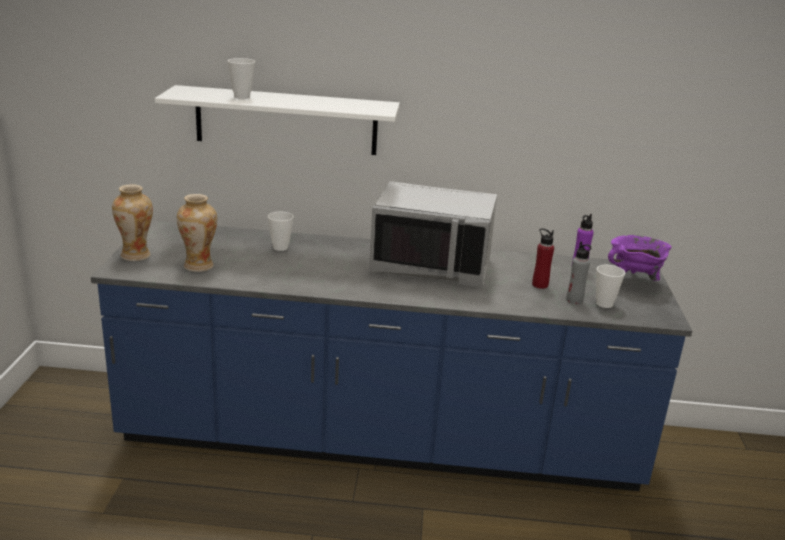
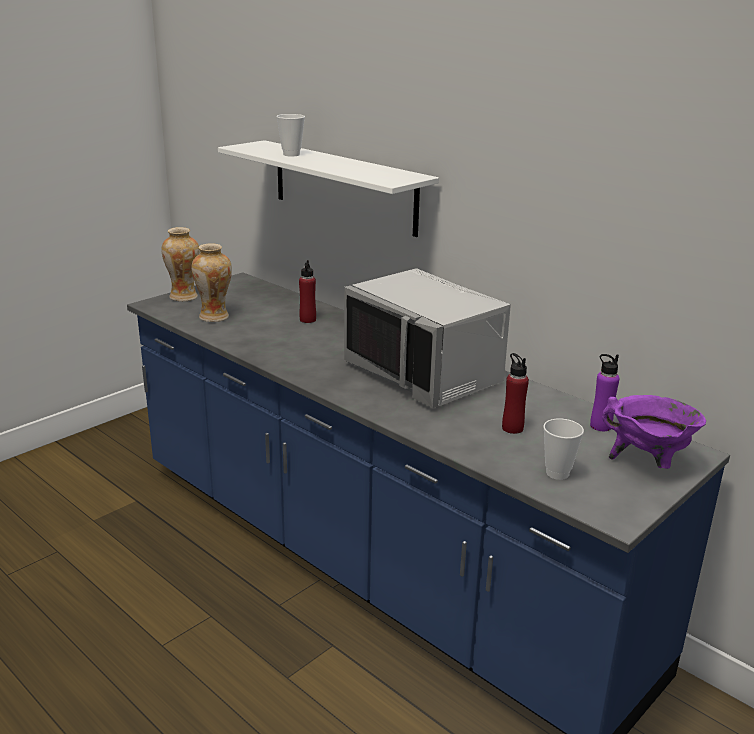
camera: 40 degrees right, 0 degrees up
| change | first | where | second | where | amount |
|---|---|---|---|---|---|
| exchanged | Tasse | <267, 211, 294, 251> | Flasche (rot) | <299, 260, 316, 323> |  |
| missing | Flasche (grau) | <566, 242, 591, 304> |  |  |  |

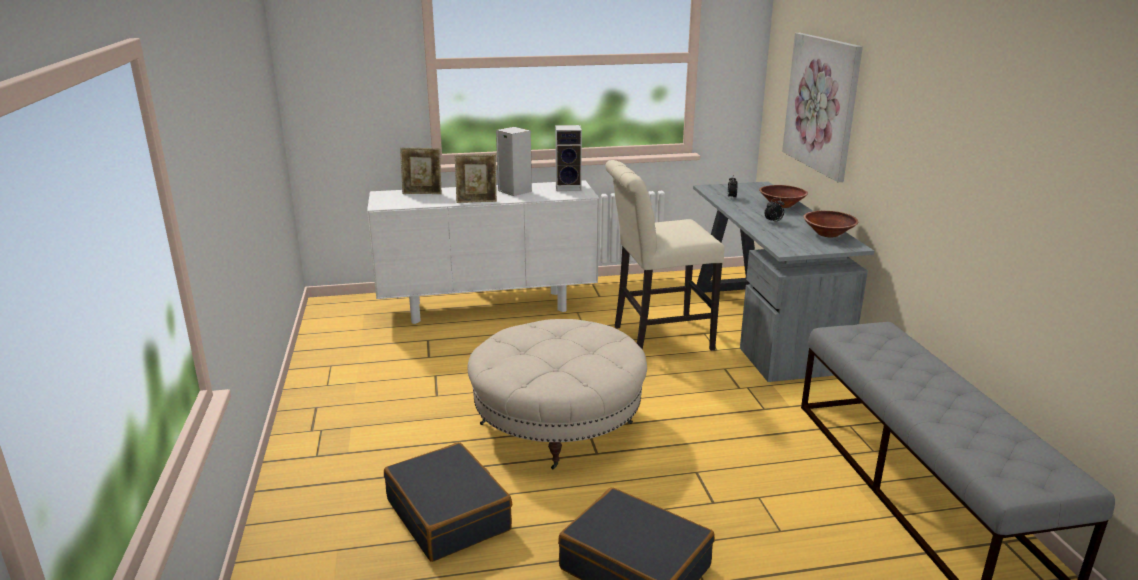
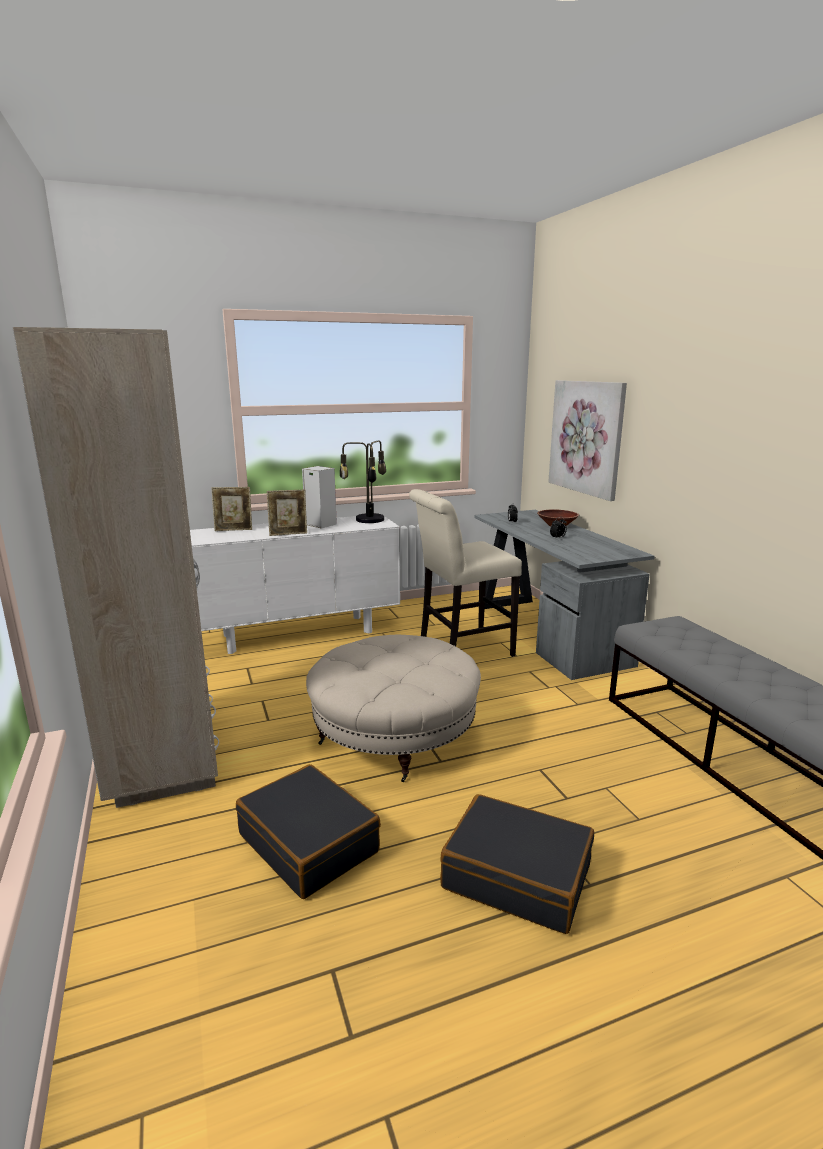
camera: 10 degrees left, 5 degrees down
| change | first | where | second | where | amount |
|---|---|---|---|---|---|
| exchanged | Lautsprecher | <555, 125, 582, 191> | Tischlampe | <340, 441, 386, 523> |  |
| missing | Schüssel (braun) | <803, 211, 858, 237> |  |  |  |
| appeared |  |  | Kleiderschrank (beige) | <12, 327, 219, 808> |  |

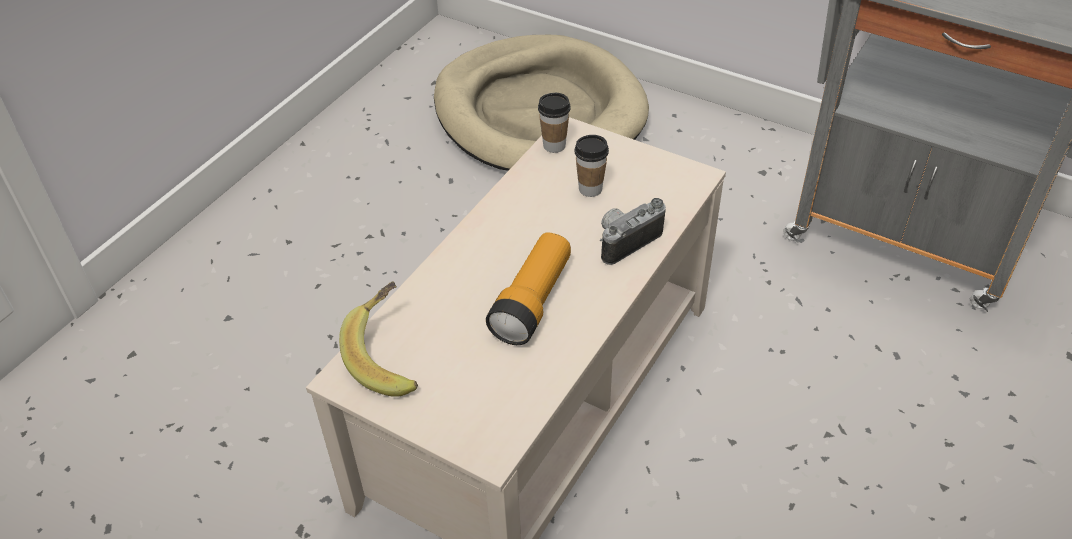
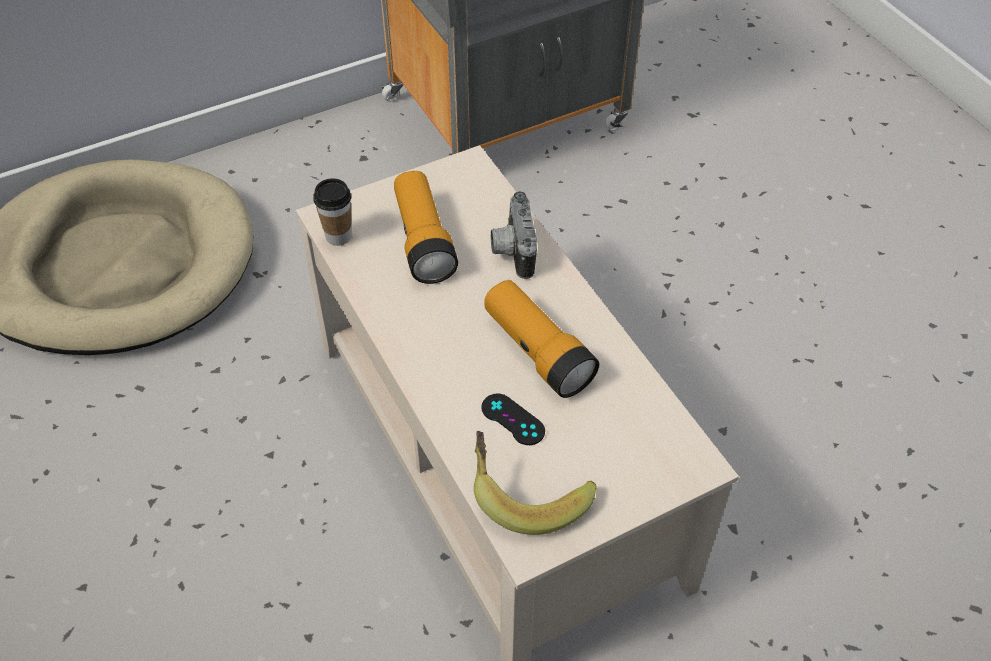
camera: 60 degrees left, 5 degrees up
| change | first | where | second | where | amount |
|---|---|---|---|---|---|
| exchanged | Tasse | <574, 135, 609, 197> | Taschenlampe | <394, 171, 458, 284> |  |
| appeared |  |  | Gamepad (schwarz) | <481, 394, 545, 445> |  |

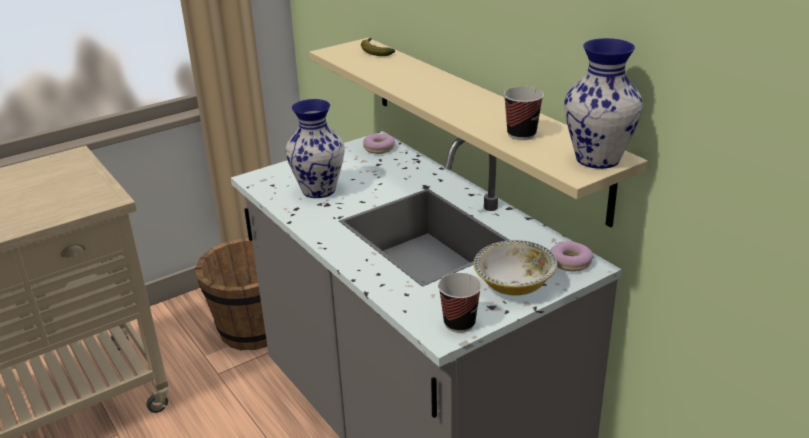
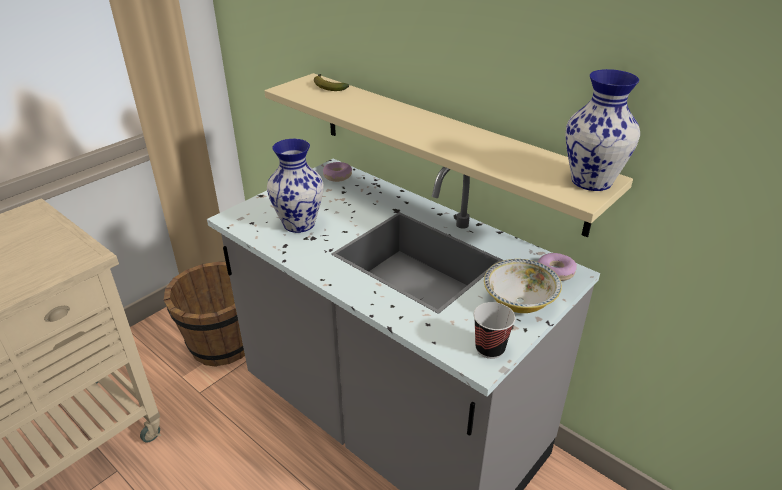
camera: 15 degrees left, 5 degrees up
| change | first | where | second | where | amount |
|---|---|---|---|---|---|
| missing | Tasse | <504, 87, 544, 140> |  |  |  |

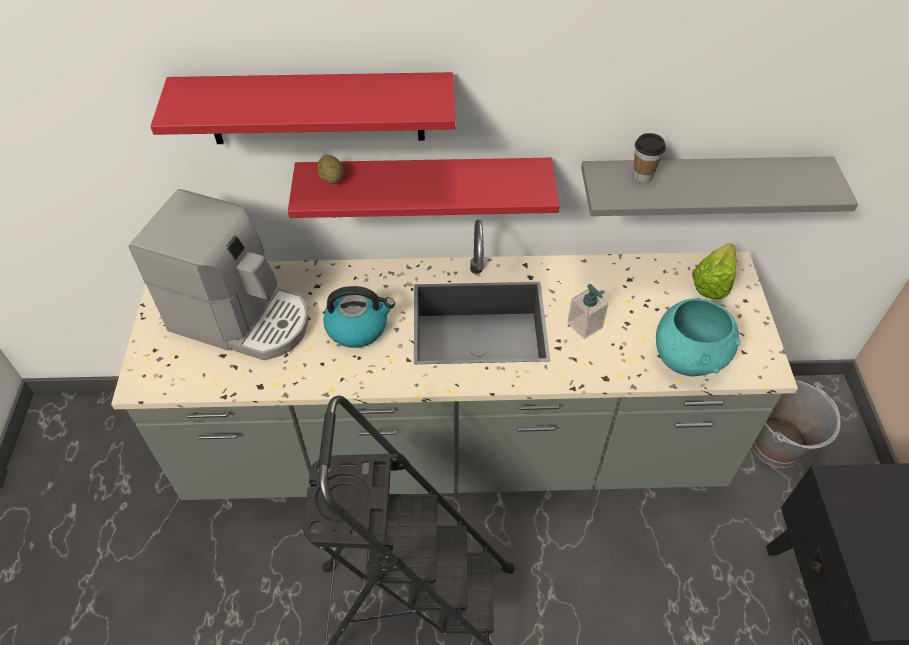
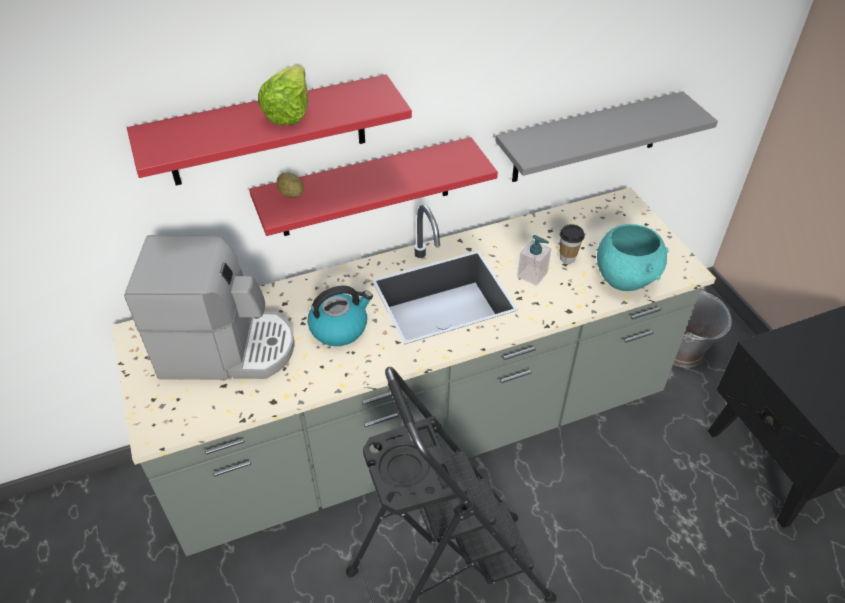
camera: 20 degrees left, 5 degrees down
| change | first | where | second | where | amount |
|---|---|---|---|---|---|
| relocated | Tasse | <633, 133, 666, 183> |  | <560, 224, 585, 264> |  |
| relocated | Salatkopf | <692, 243, 736, 299> |  | <258, 65, 308, 125> |  |

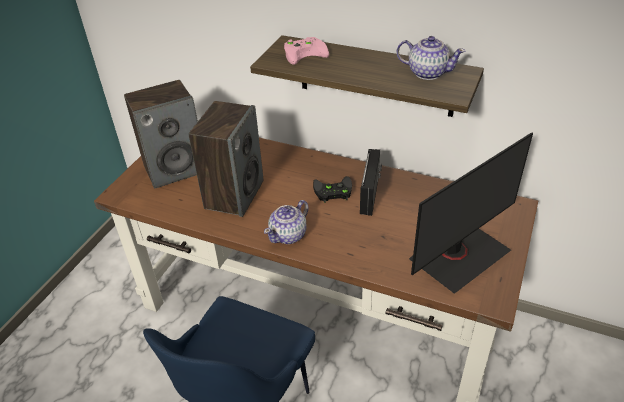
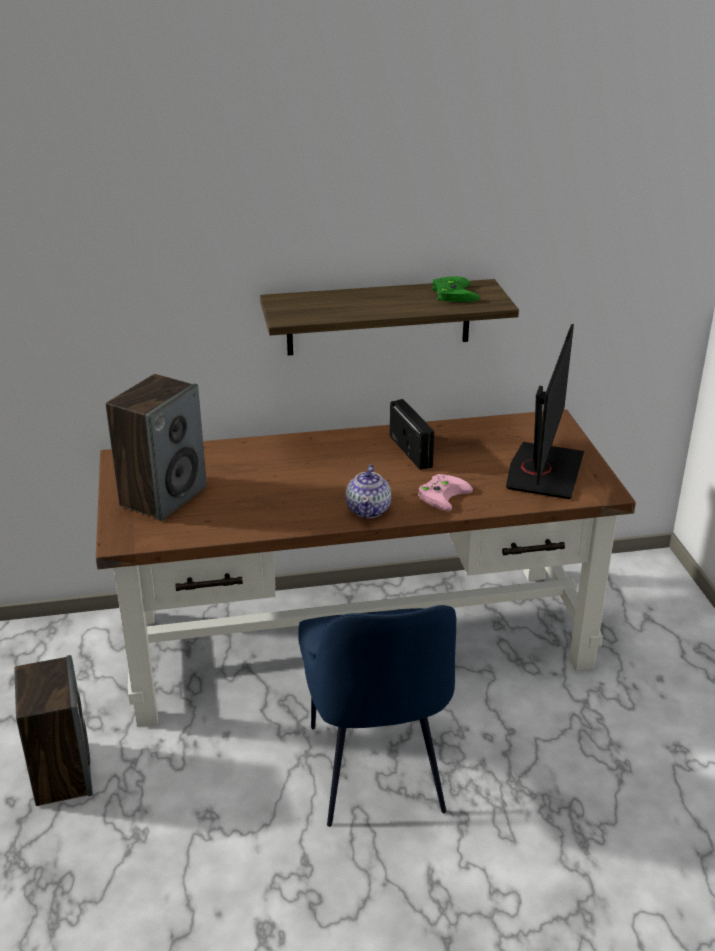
camera: 35 degrees left, 10 degrees down
| change | first | where | second | where | amount |
|---|---|---|---|---|---|
| exchanged | Teekanne | <397, 36, 466, 80> | Gamepad (grün) | <432, 276, 480, 302> |  |
| relocated | Gamepad (rosa) | <284, 37, 329, 65> |  | <418, 474, 473, 511> |  |
| relocated | Lautsprecher | <188, 101, 264, 217> |  | <15, 655, 93, 806> |  |
| missing | Gamepad (schwarz) | <313, 176, 352, 203> |  |  |  |

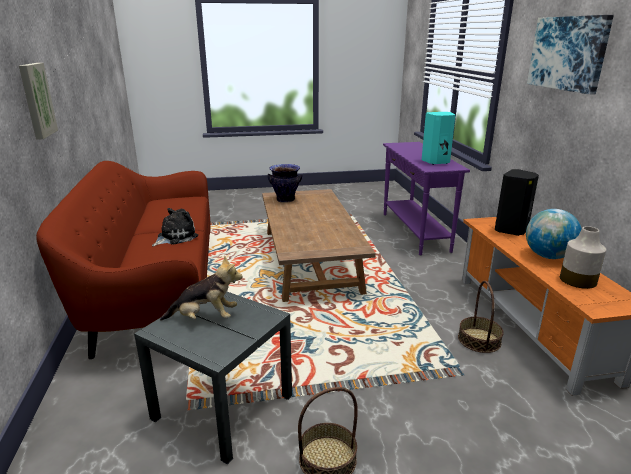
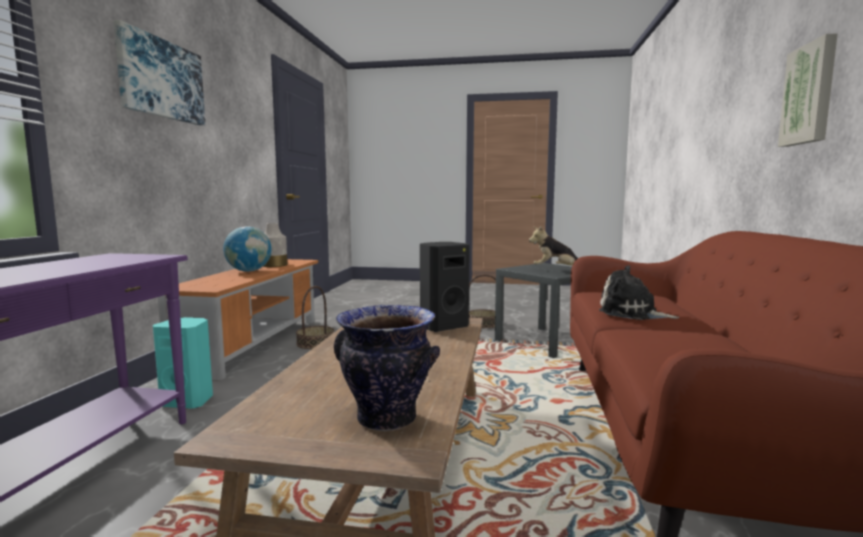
camera: 160 degrees left, 15 degrees down
| change | first | where | second | where | amount |
|---|---|---|---|---|---|
| relocated | Lautsprecher (türkis) | <422, 112, 456, 165> |  | <153, 317, 213, 409> |  |
| relocated | Lautsprecher (schwarz) | <495, 169, 539, 236> |  | <420, 242, 470, 332> |  |
| spun | Plüschtier | <152, 208, 198, 246> |  | <599, 265, 679, 320> | 60 degrees clockwise |

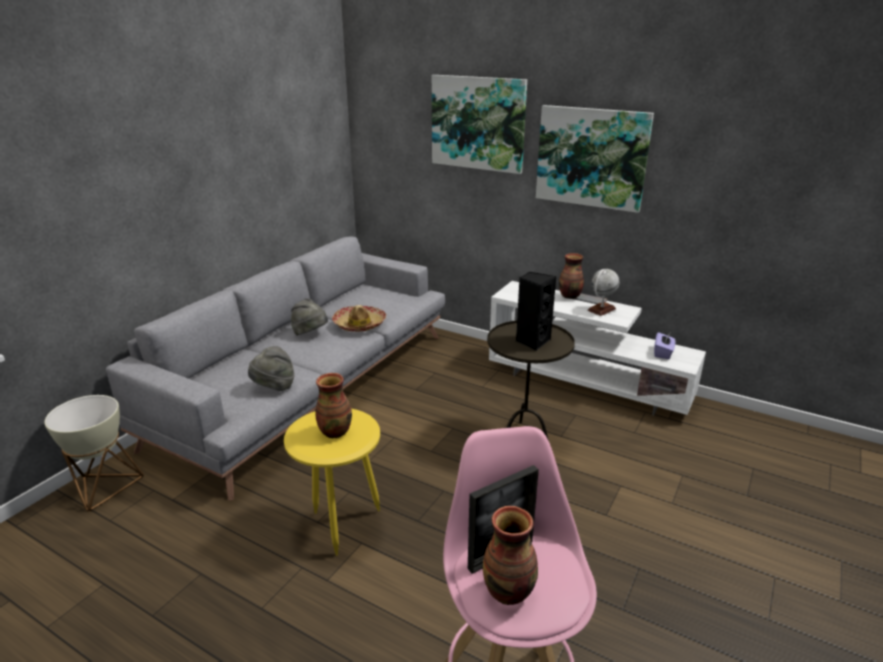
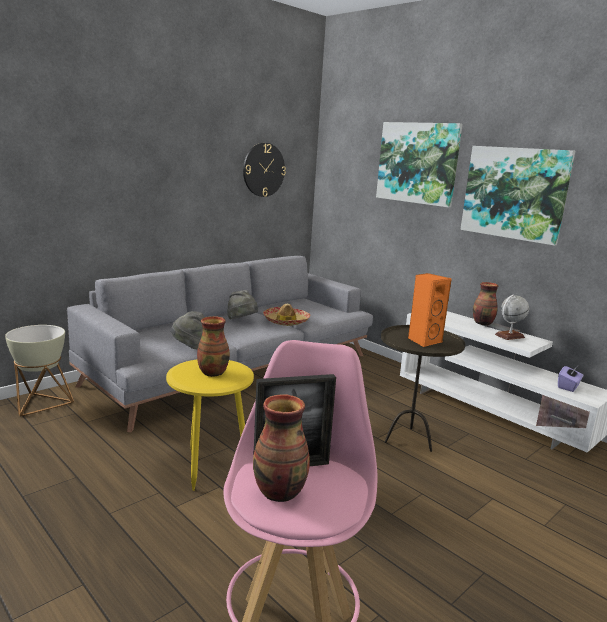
camera: 15 degrees right, 10 degrees down
| change | first | where | second | where | amount |
|---|---|---|---|---|---|
| colour | Lautsprecher (schwarz) | <516, 272, 556, 351> | Lautsprecher (orange) | <408, 273, 452, 347> |  |
| appeared |  |  | Wanduhr | <243, 143, 286, 197> |  |

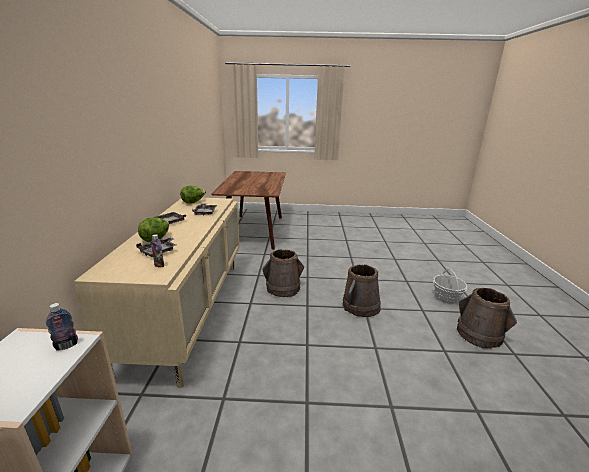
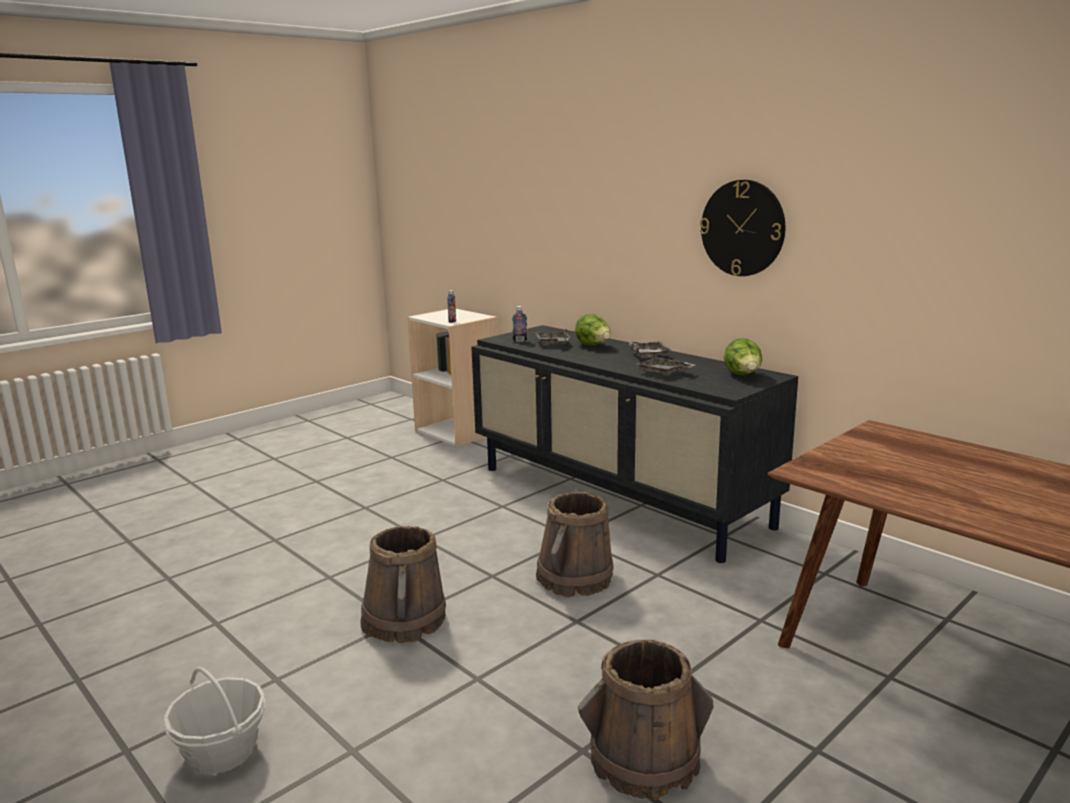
camera: 135 degrees right, 5 degrees down
| change | first | where | second | where | amount |
|---|---|---|---|---|---|
| colour | Schrank (beige) | <74, 198, 240, 388> | Schrank (schwarz) | <471, 325, 798, 563> |  |
| relocated | Eimer (braun) | <457, 288, 517, 349> |  | <578, 639, 714, 800> |  |
| appeared |  |  | Wanduhr | <700, 180, 785, 276> |  |

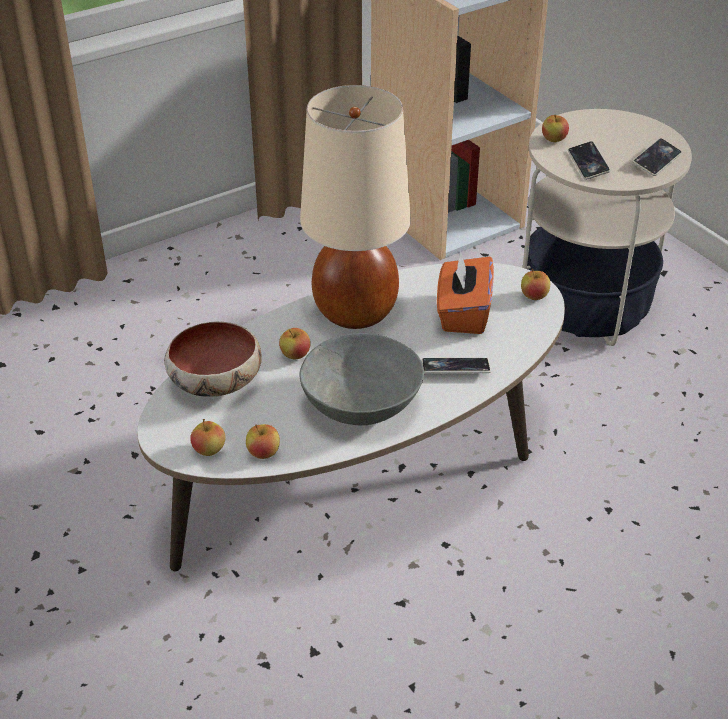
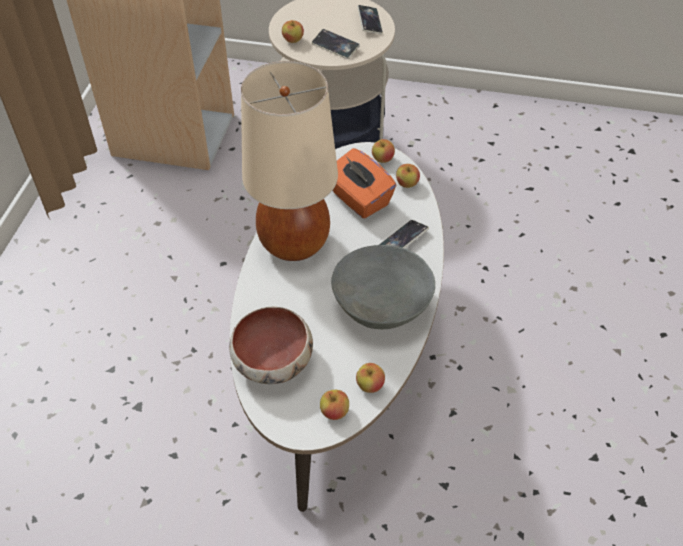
camera: 45 degrees left, 10 degrees up
| change | first | where | second | where | amount |
|---|---|---|---|---|---|
| relocated | Apfel | <279, 328, 311, 359> |  | <396, 164, 420, 188> |  |

